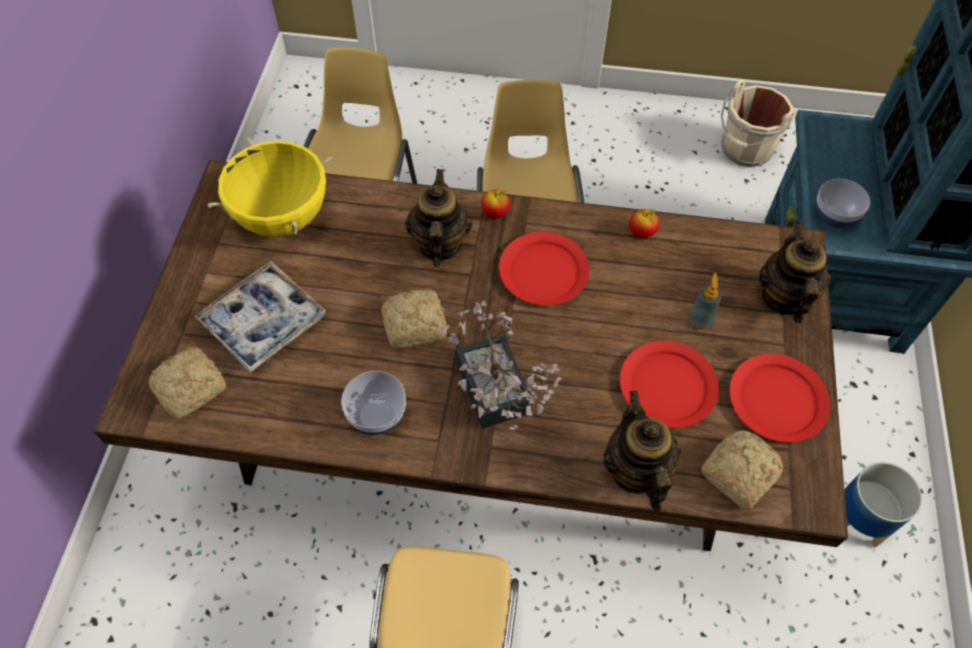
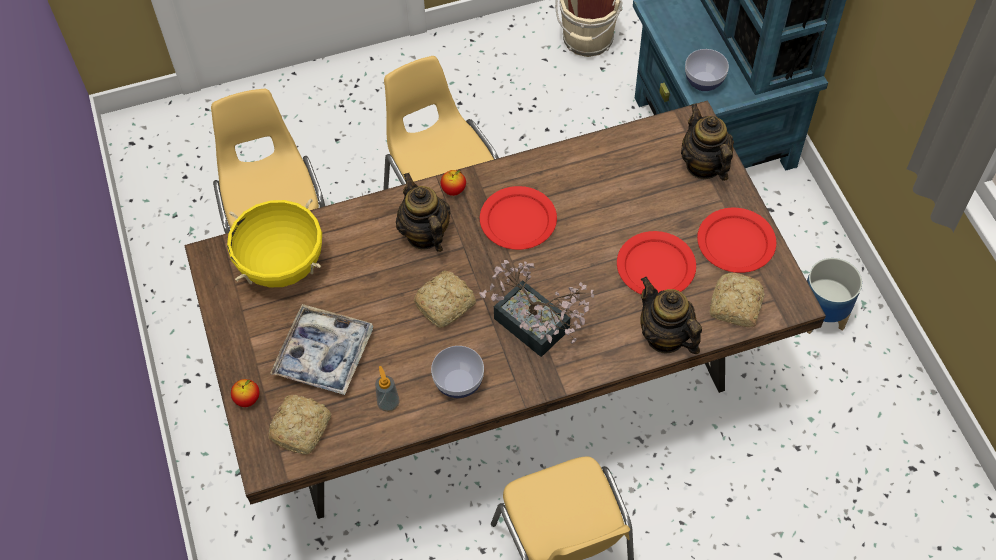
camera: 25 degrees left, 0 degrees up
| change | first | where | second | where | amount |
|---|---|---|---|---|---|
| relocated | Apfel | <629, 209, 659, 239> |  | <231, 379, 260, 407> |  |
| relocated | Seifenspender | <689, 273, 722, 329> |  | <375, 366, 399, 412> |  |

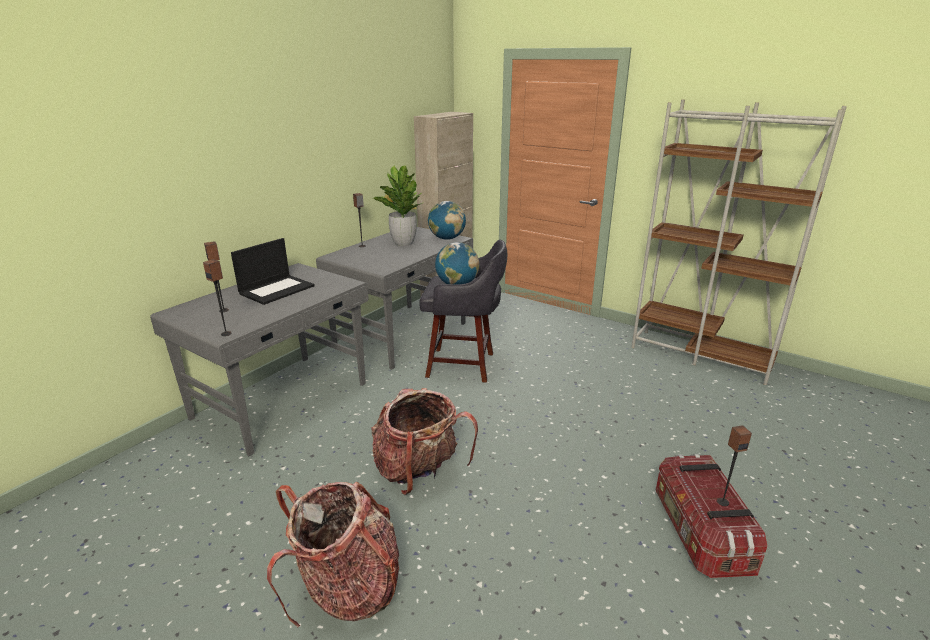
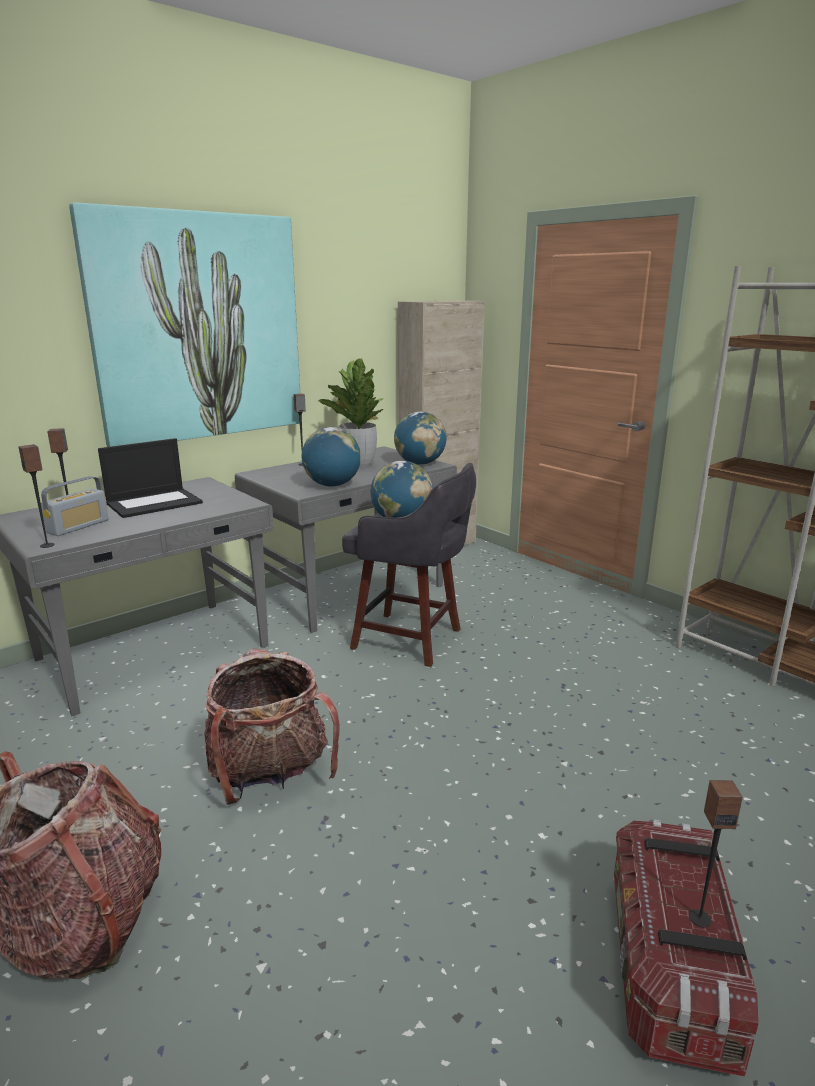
camera: 15 degrees right, 5 degrees down
| change | first | where | second | where | amount |
|---|---|---|---|---|---|
| appeared |  |  | Bild | <69, 202, 300, 447> |  |
| appeared |  |  | Globus | <302, 427, 361, 487> |  |
| appeared |  |  | Radio | <41, 476, 108, 536> |  |

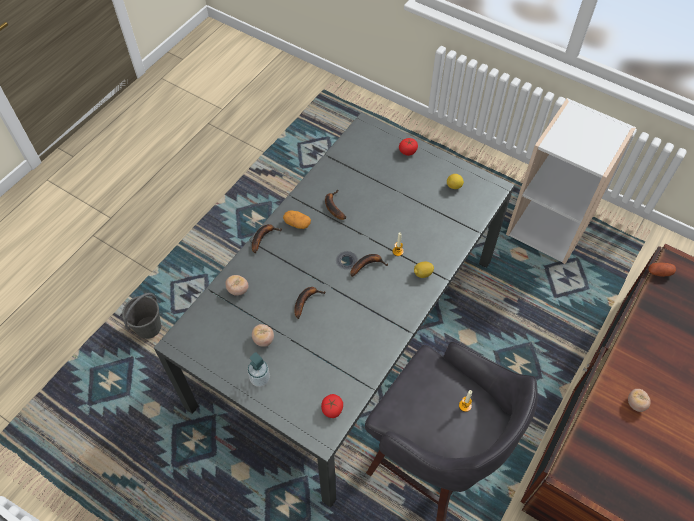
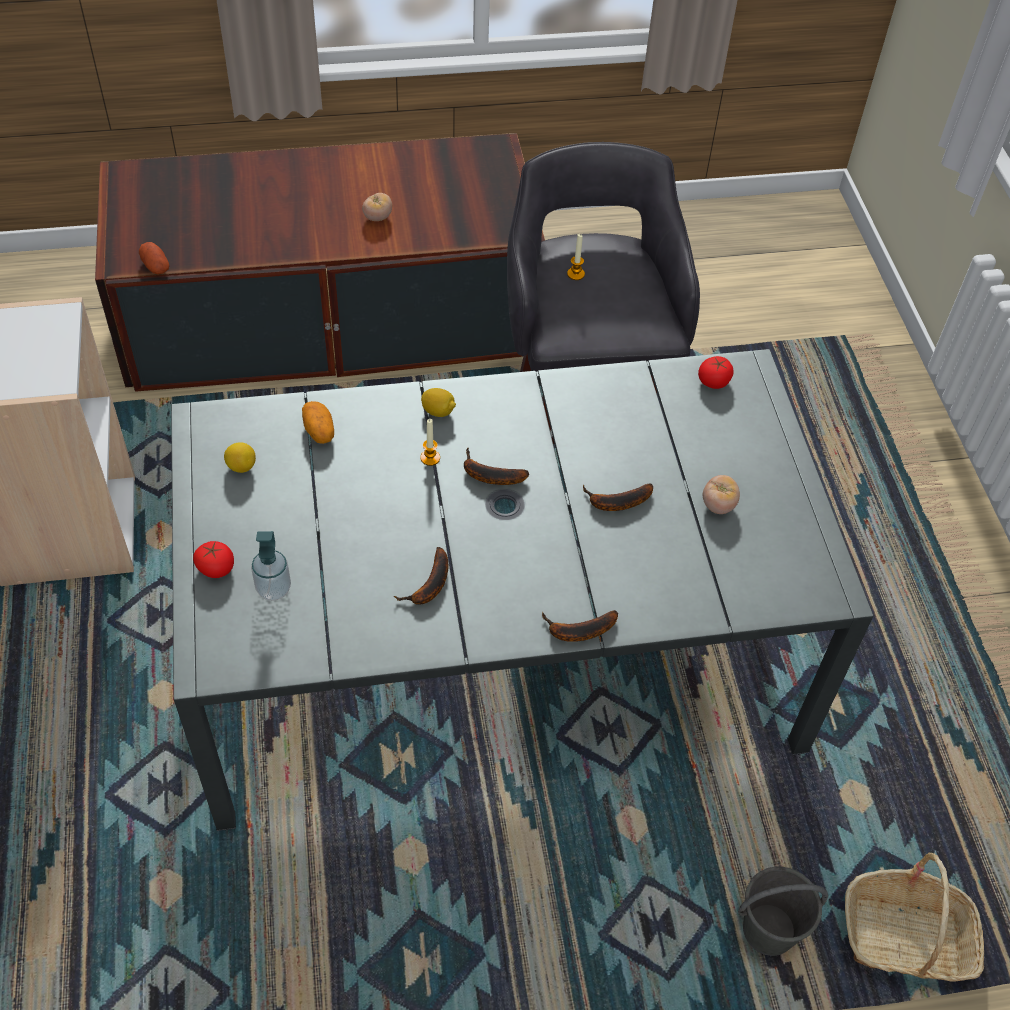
camera: 135 degrees left, 5 degrees down
| change | first | where | second | where | amount |
|---|---|---|---|---|---|
| relocated | Kartoffel | <283, 210, 311, 229> |  | <302, 401, 334, 444> |  |
| missing | Tomate | <225, 275, 249, 296> |  |  |  |
| relocated | Seifenspender | <247, 352, 270, 387> |  | <251, 531, 291, 601> |  |
| appeared |  |  | Korb | <845, 853, 984, 982> |  |

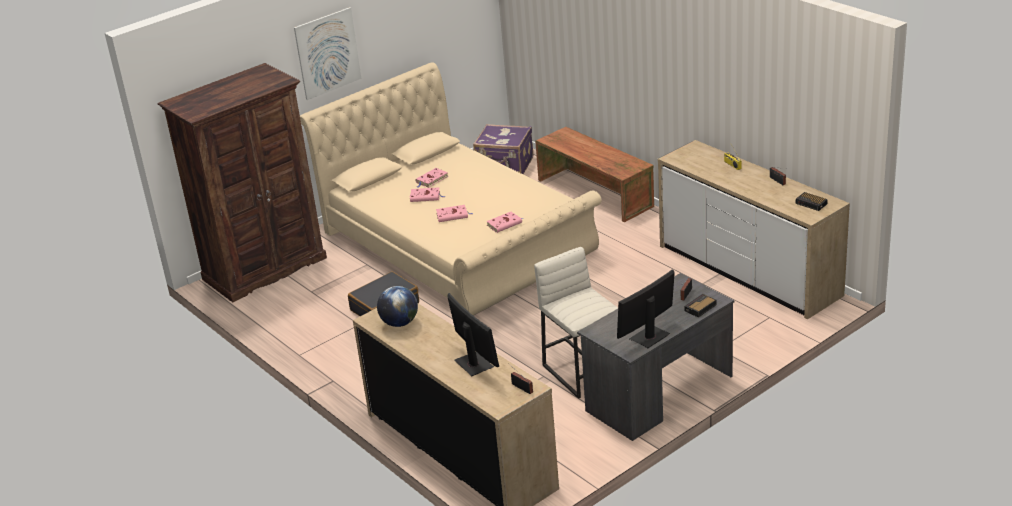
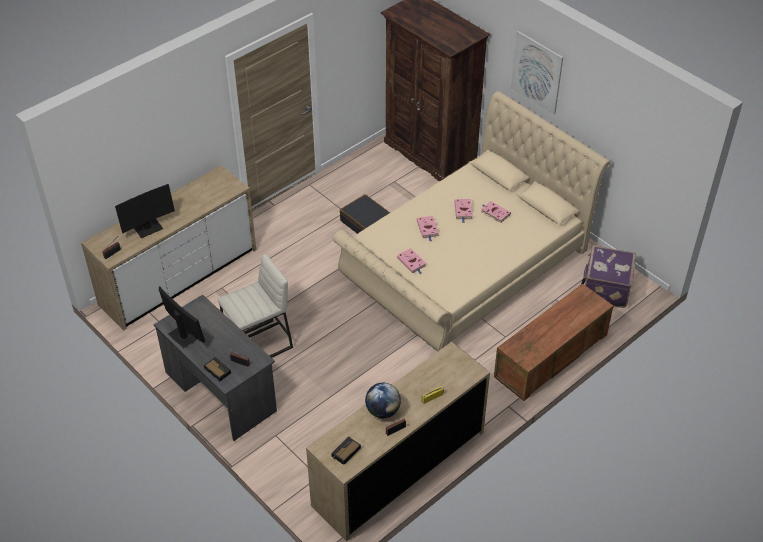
camera: 85 degrees right, 15 degrees up
| change | first | where | second | where | amount |
|---|---|---|---|---|---|
| relocated | Globus | <377, 286, 418, 327> |  | <365, 383, 401, 418> |  |

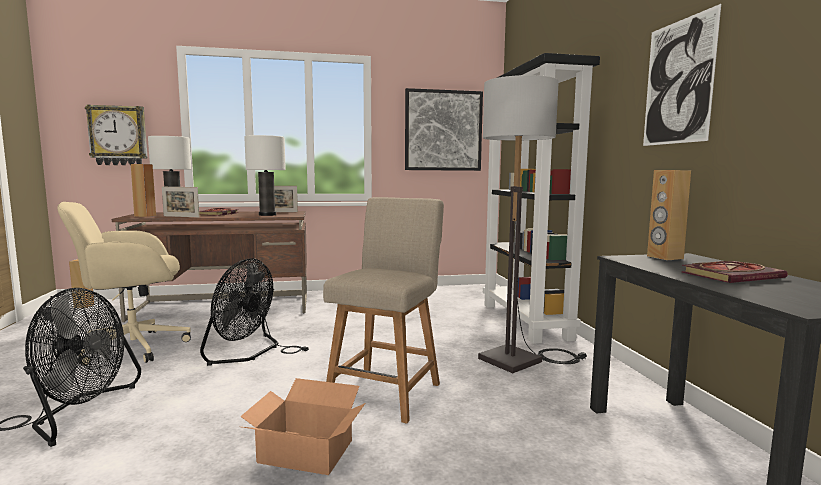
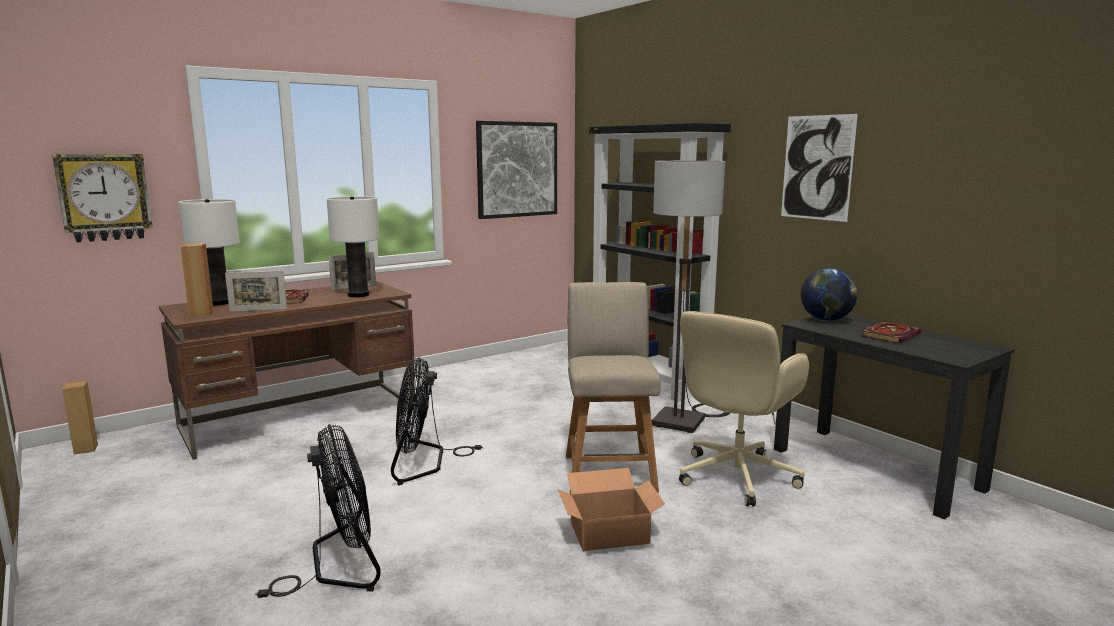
camera: 25 degrees left, 5 degrees up
| change | first | where | second | where | amount |
|---|---|---|---|---|---|
| exchanged | Lautsprecher (braun) | <647, 170, 691, 260> | Globus | <801, 268, 858, 321> |  |
| relocated | Bürostuhl (beige) | <57, 202, 191, 366> |  | <679, 311, 809, 506> |  |

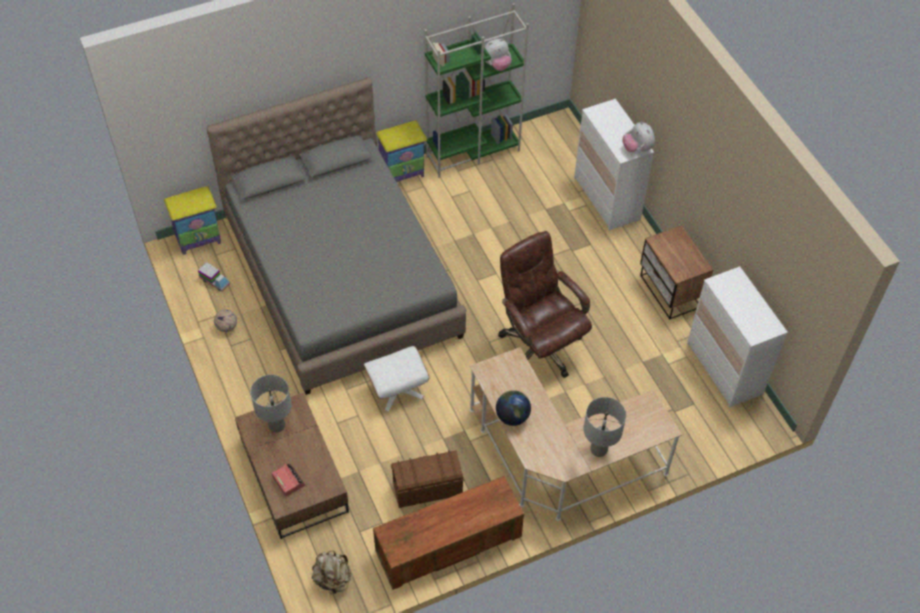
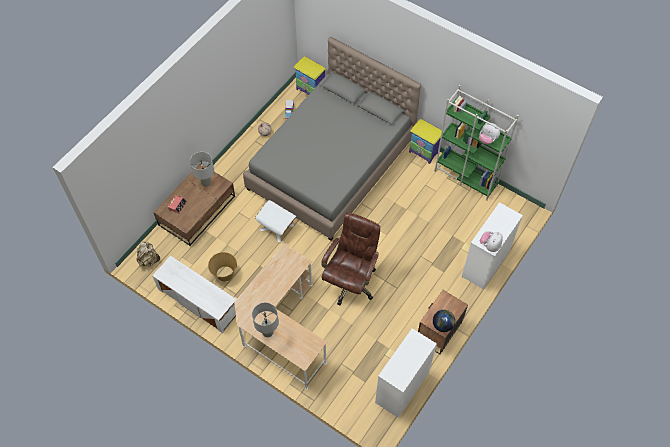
camera: 60 degrees right, 5 degrees up
| change | first | where | second | where | amount |
|---|---|---|---|---|---|
| relocated | Globus | <496, 390, 531, 426> |  | <433, 310, 455, 332> |  |
| exchanged | Aufbewahrungsbox (braun) | <391, 450, 465, 508> | Korb | <208, 252, 237, 282> |  |
| colour | Bank (braun) | <373, 476, 524, 590> | Bank (weiß) | <152, 255, 236, 333> |  |

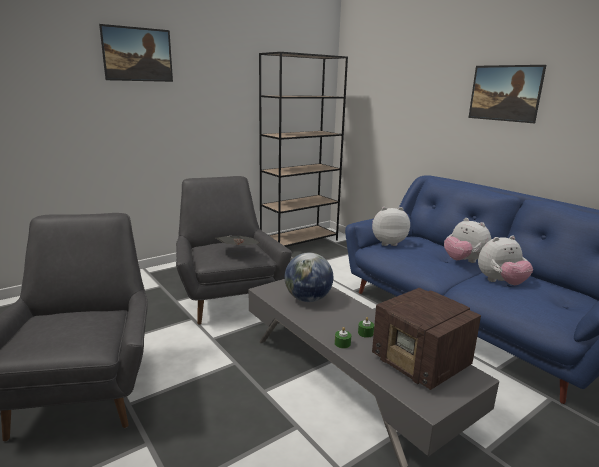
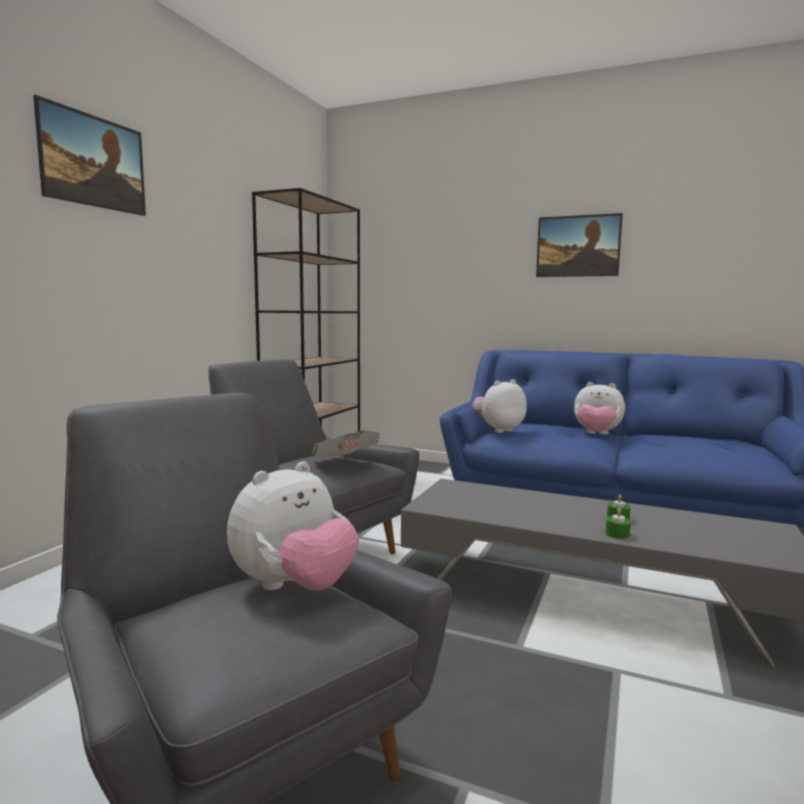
camera: 30 degrees left, 10 degrees down
| change | first | where | second | where | amount |
|---|---|---|---|---|---|
| relocated | Plüschtier | <478, 235, 533, 285> |  | <227, 461, 359, 591> |  |
| missing | Globus | <285, 252, 333, 302> |  |  |  |
| missing | Radio | <372, 288, 481, 390> |  |  |  |

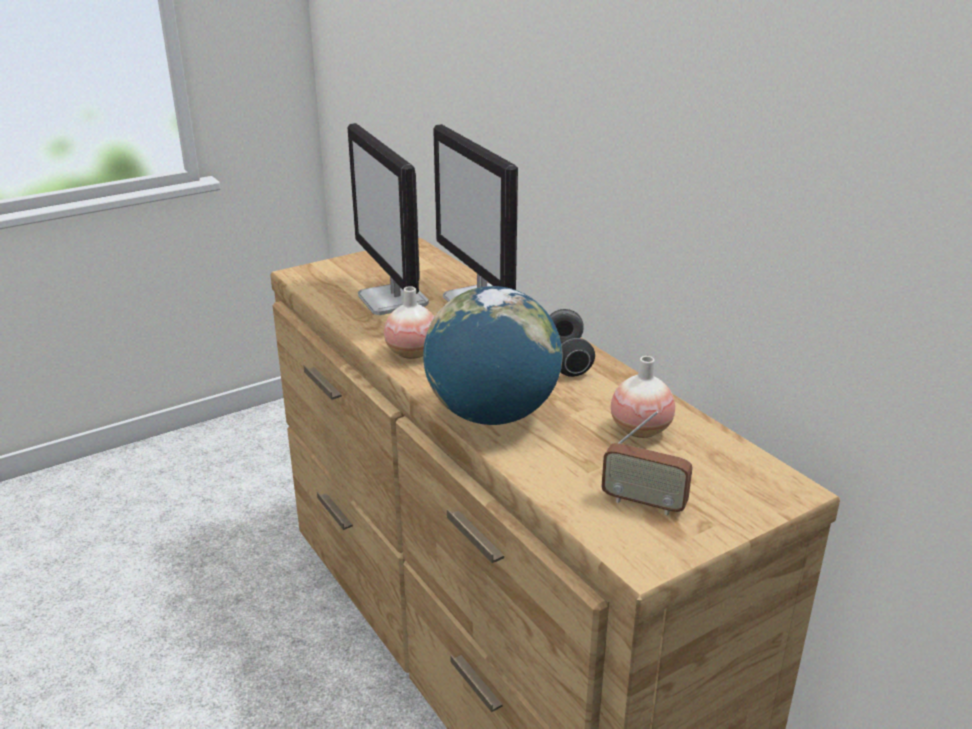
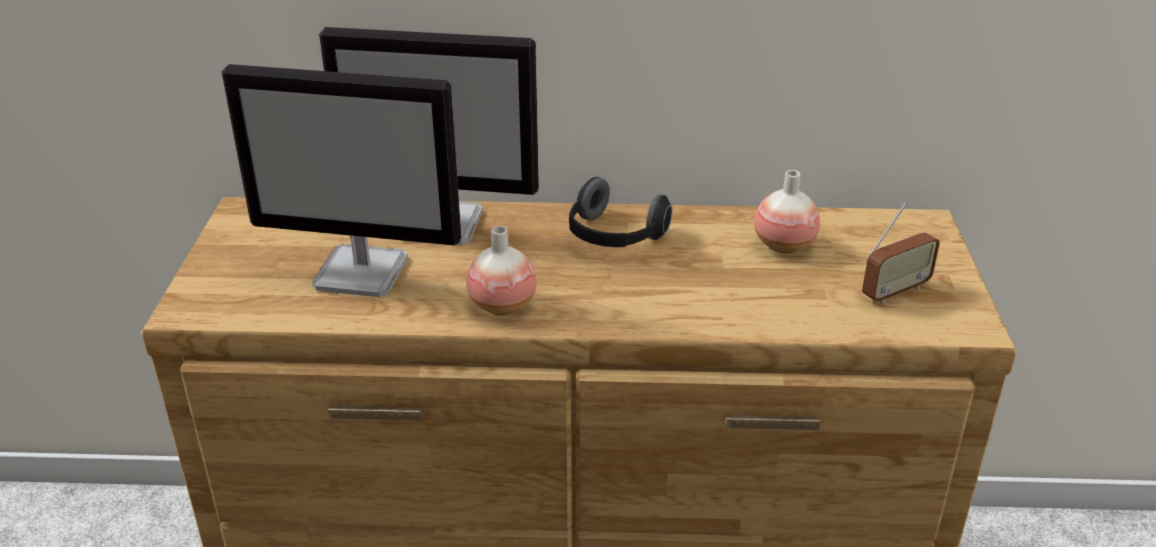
camera: 55 degrees left, 5 degrees up
| change | first | where | second | where | amount |
|---|---|---|---|---|---|
| missing | Globus | <423, 286, 562, 425> |  |  |  |

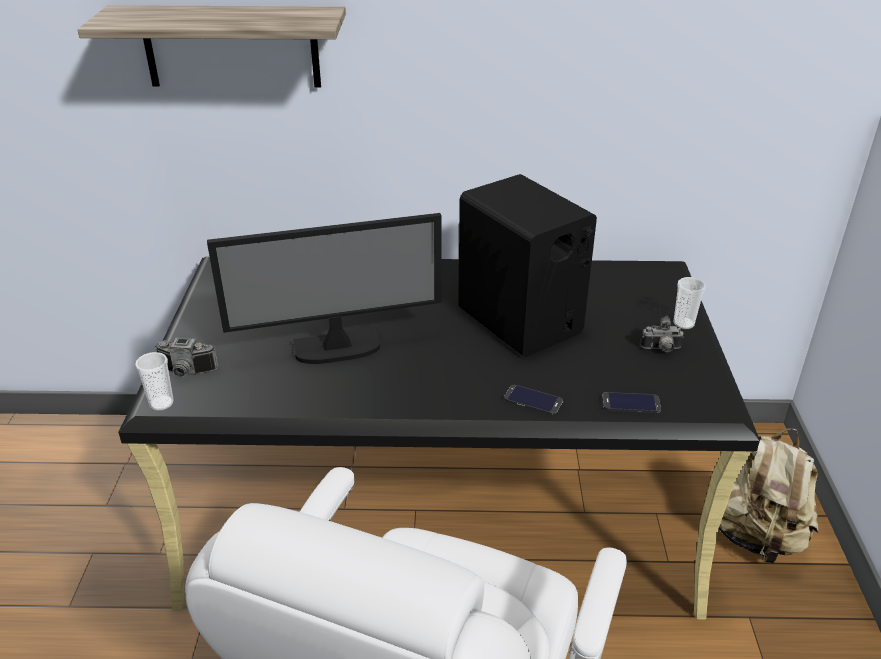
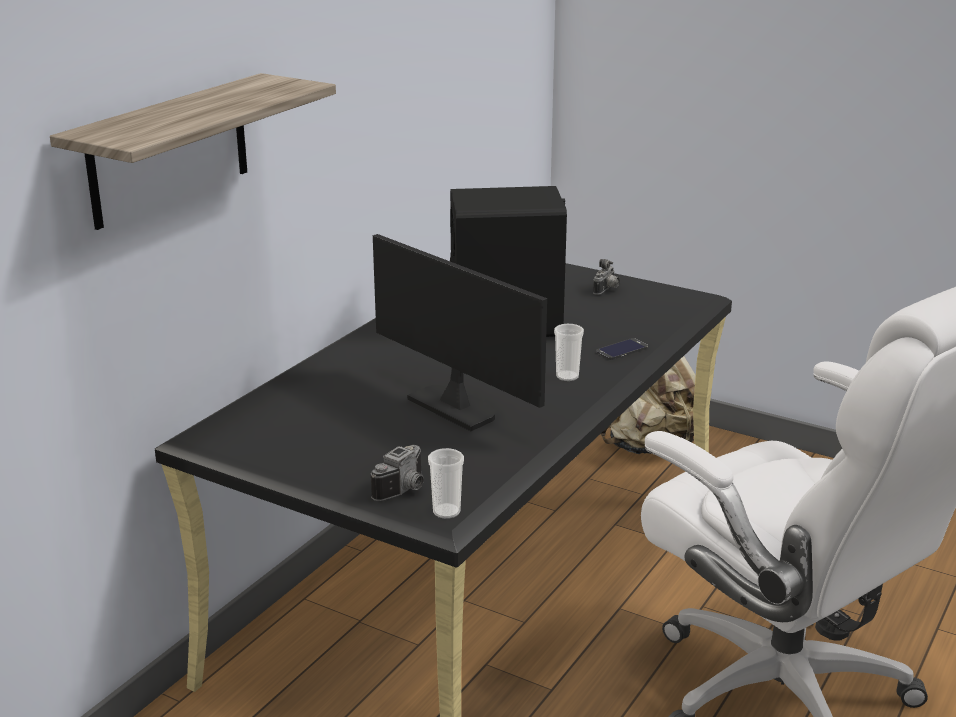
camera: 60 degrees left, 10 degrees down
| change | first | where | second | where | amount |
|---|---|---|---|---|---|
| spun | Monitor | <207, 213, 442, 364> |  | <373, 234, 547, 431> | 60 degrees counterclockwise |
| relocated | Tasse | <673, 277, 706, 329> |  | <554, 324, 584, 381> |  |
| missing | Handy | <602, 392, 661, 413> |  |  |  |

